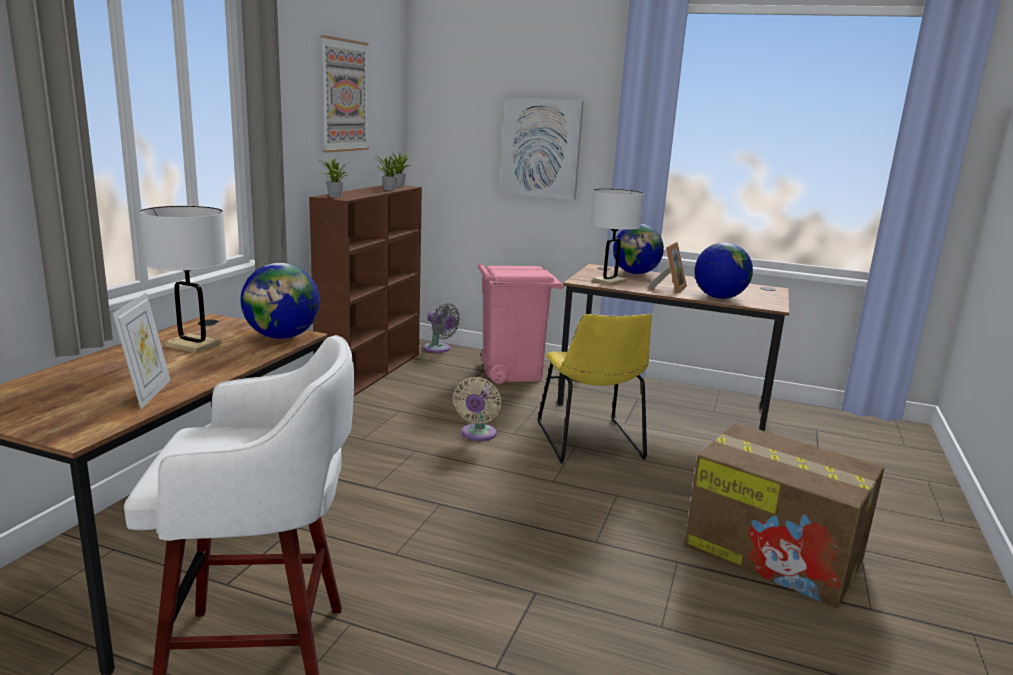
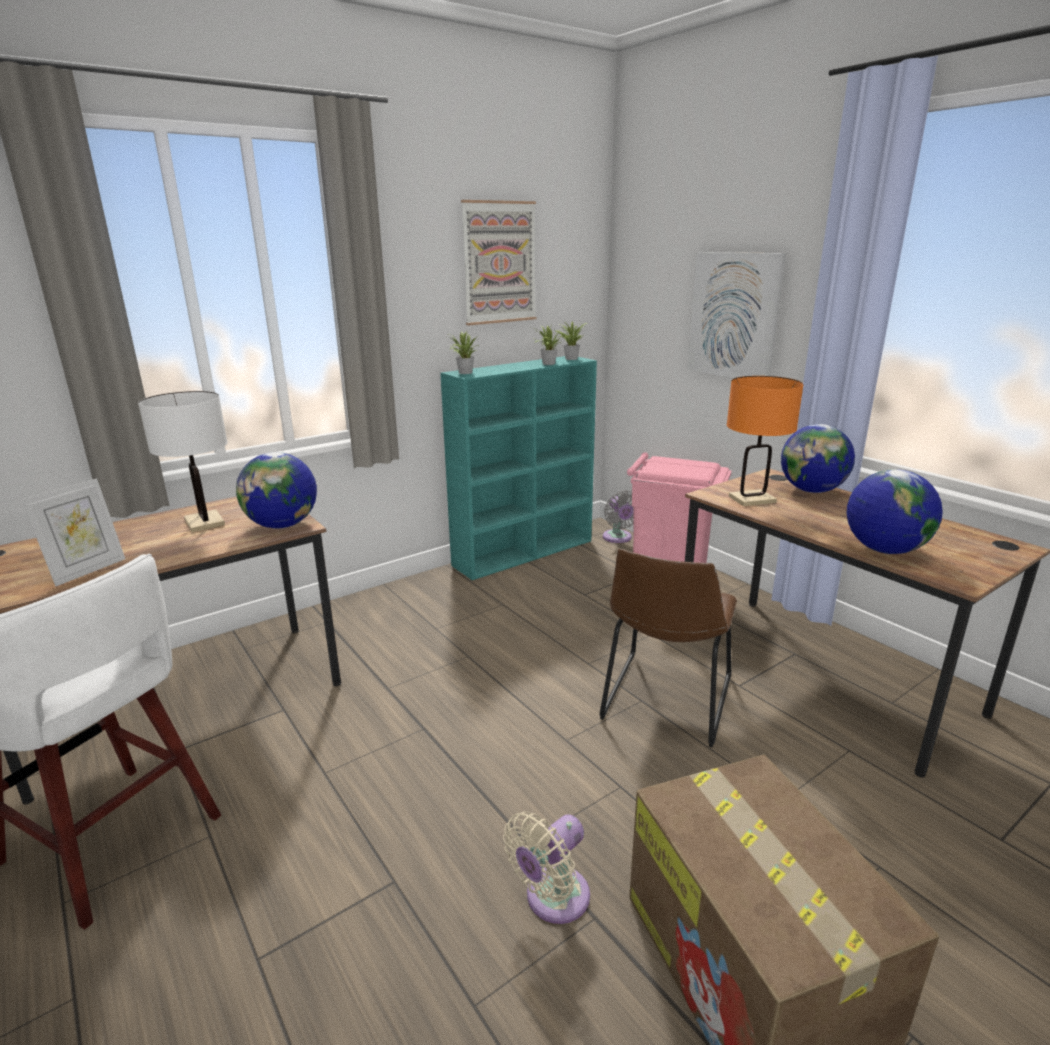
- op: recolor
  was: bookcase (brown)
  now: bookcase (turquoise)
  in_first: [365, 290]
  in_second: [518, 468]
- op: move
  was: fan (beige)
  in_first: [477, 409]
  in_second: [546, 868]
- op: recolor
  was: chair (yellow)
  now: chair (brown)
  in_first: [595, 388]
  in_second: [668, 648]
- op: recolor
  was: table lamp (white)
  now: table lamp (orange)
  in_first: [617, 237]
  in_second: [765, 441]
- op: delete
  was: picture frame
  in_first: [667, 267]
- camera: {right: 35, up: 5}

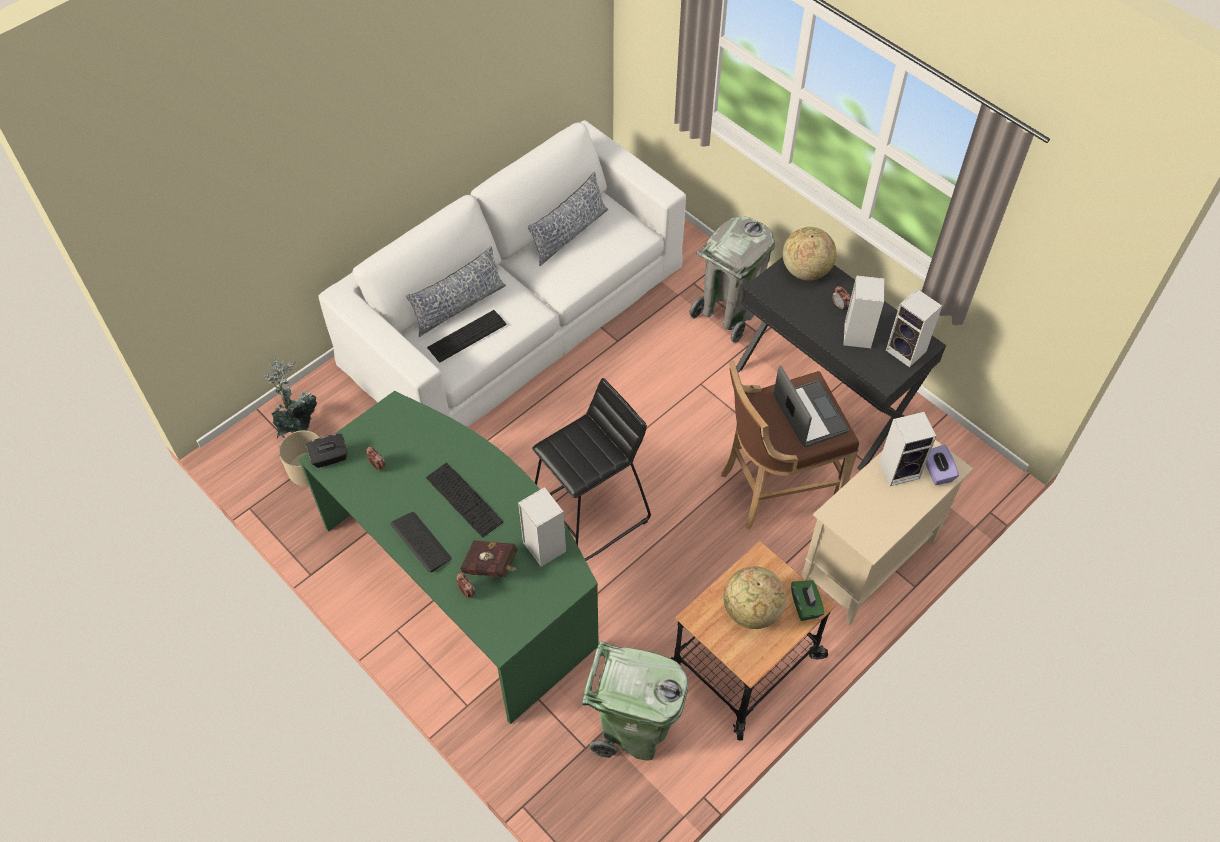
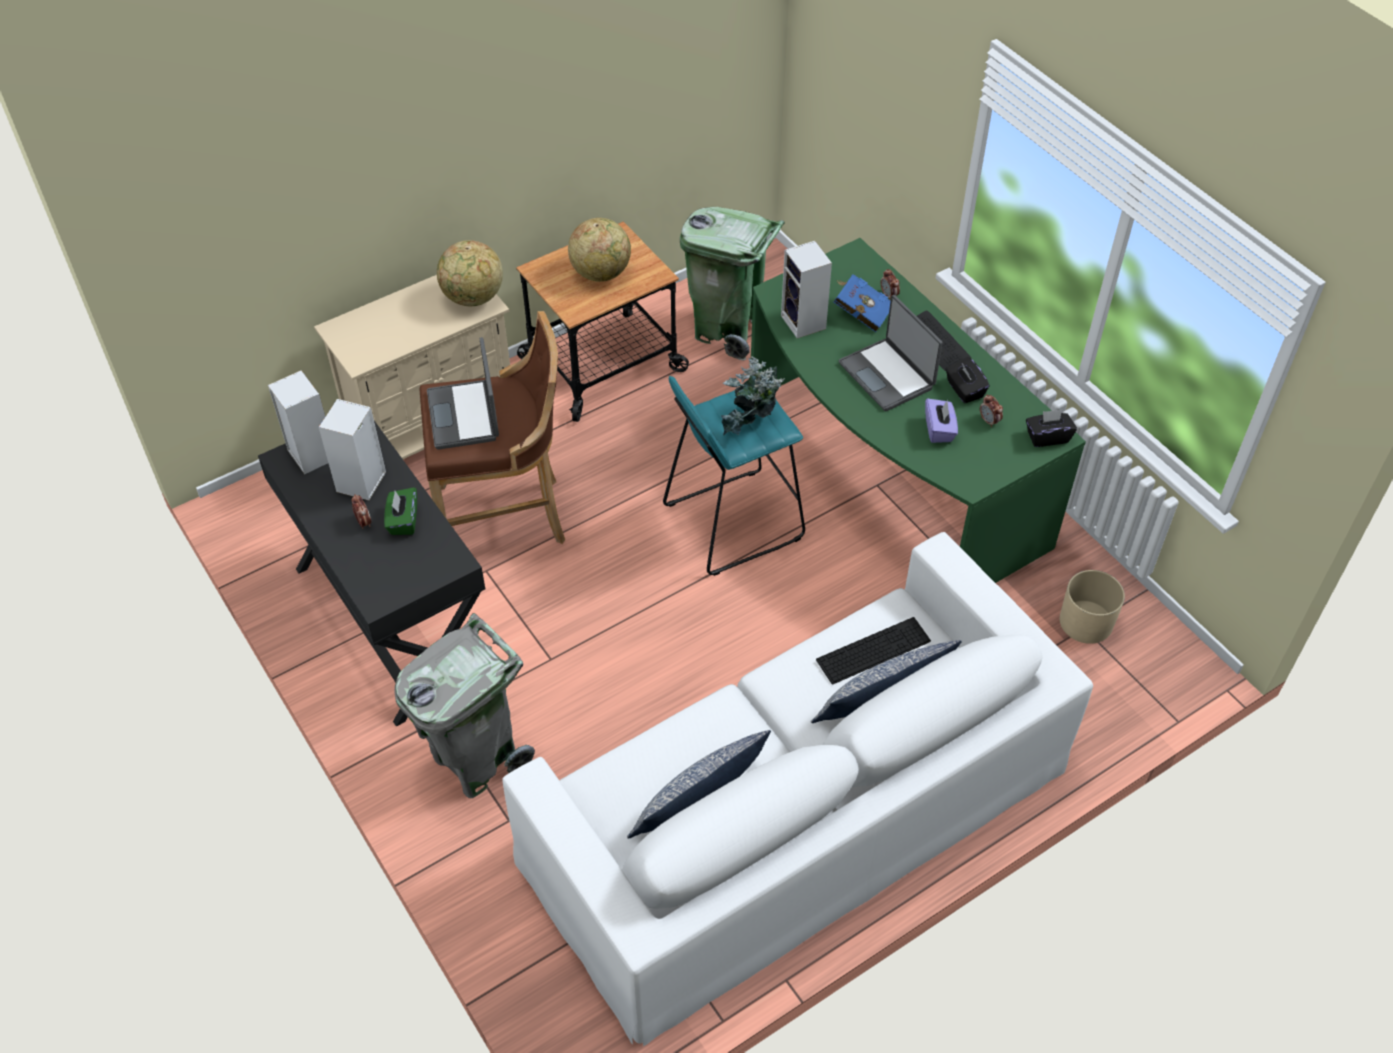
- op: move
  was: potted plant
  in_first: [289, 397]
  in_second: [753, 396]
- op: replace
  was: keyboard
  now: laptop
  in_first: [464, 500]
  in_second: [891, 353]
- op: recolor
  was: book (red)
  now: book (blue)
  in_first: [489, 558]
  in_second: [862, 303]
- op: recolor
  was: stool (black)
  now: stool (turquoise)
  in_first: [591, 469]
  in_second: [734, 476]
- op: move
  was: globe
  in_first: [809, 254]
  in_second: [470, 273]
- op: move
  was: tissue box (green)
  in_first: [807, 600]
  in_second: [400, 511]
- op: delete
  was: speaker
  in_first: [908, 449]
- op: move
  was: tissue box (purple)
  in_first: [942, 464]
  in_second: [941, 420]
- op: insert
  now: tissue box (black)
  in_second: [968, 380]
- camera: {right: -170, up: -5}

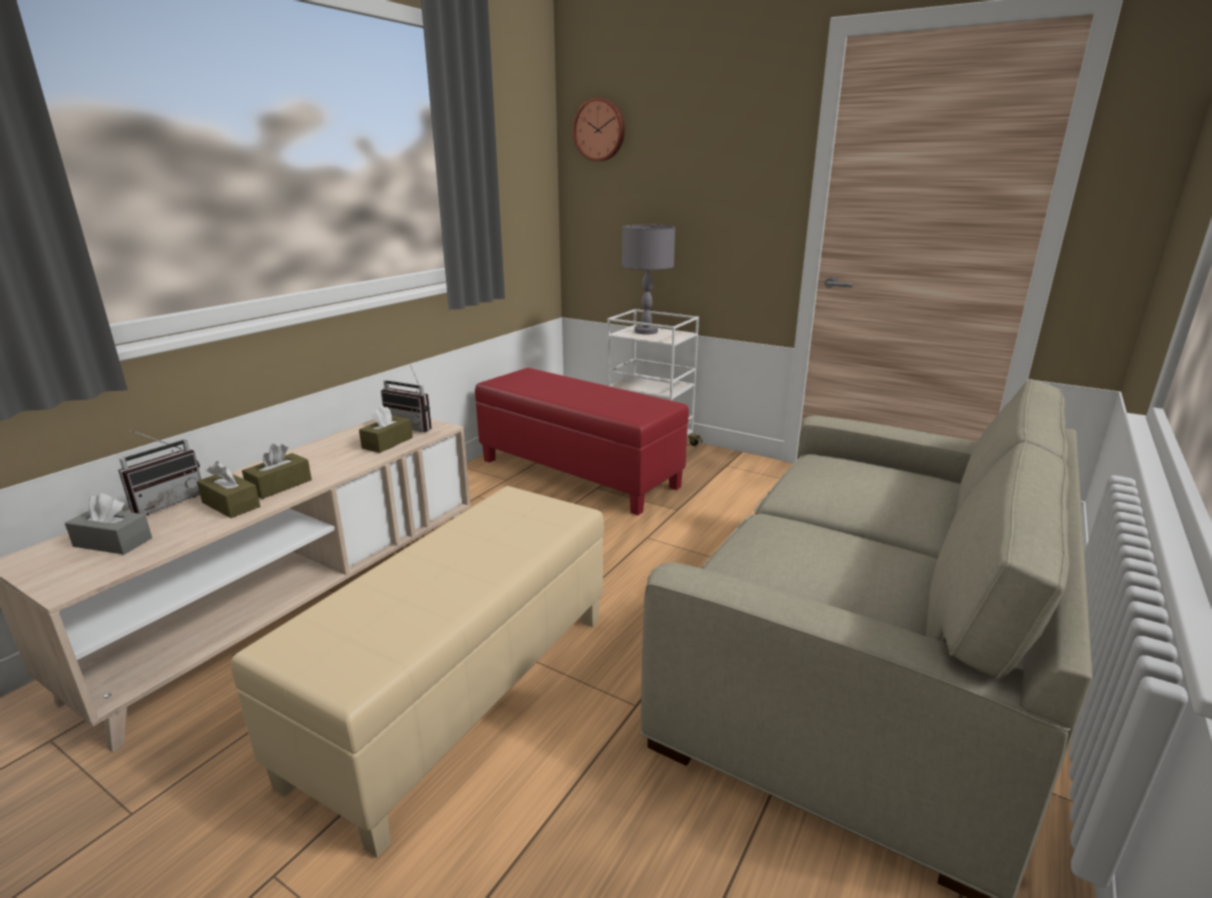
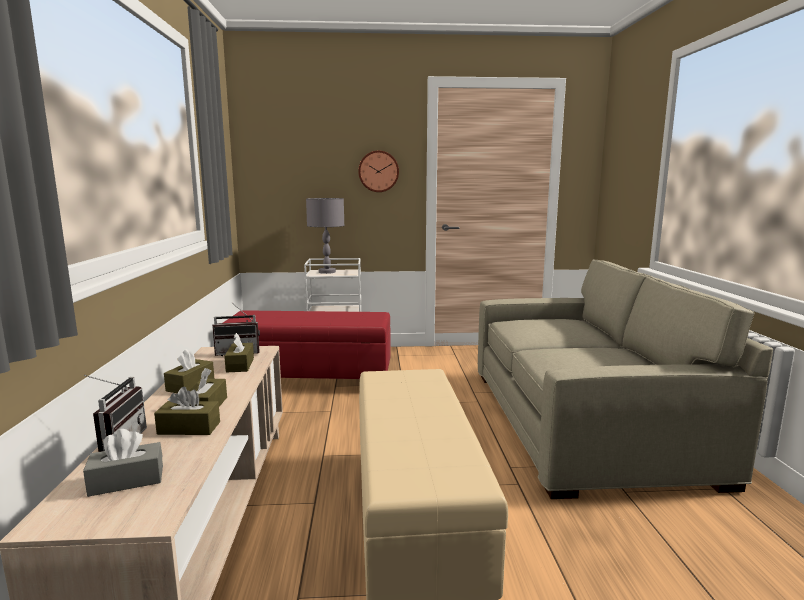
- op: move
  was: wall clock
  in_first: [599, 129]
  in_second: [378, 171]
- op: insert
  now: tissue box (brown)
  in_second: [189, 371]
- camera: {right: -35, up: -10}

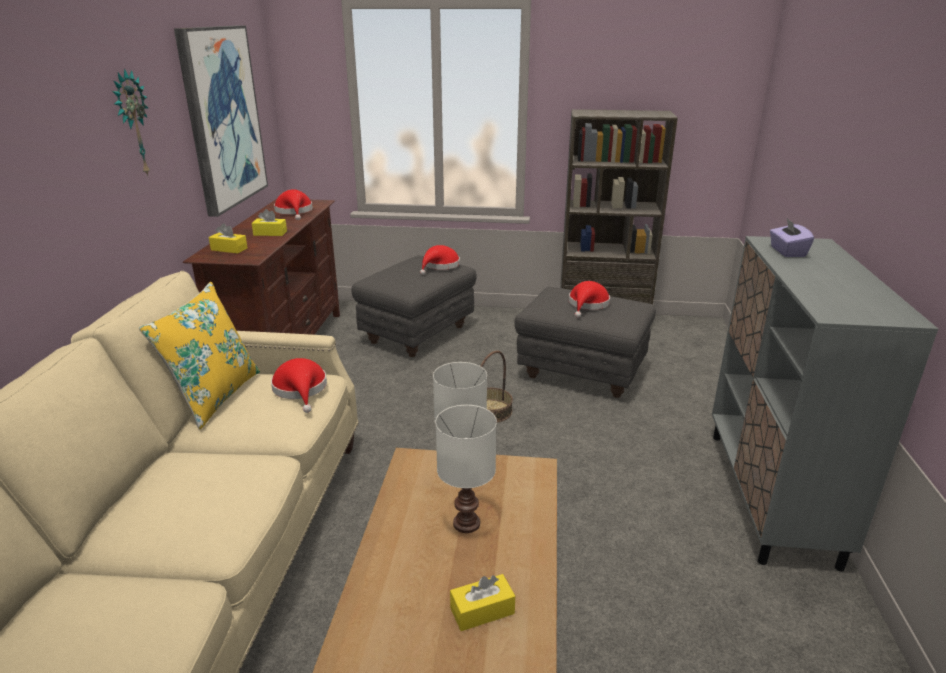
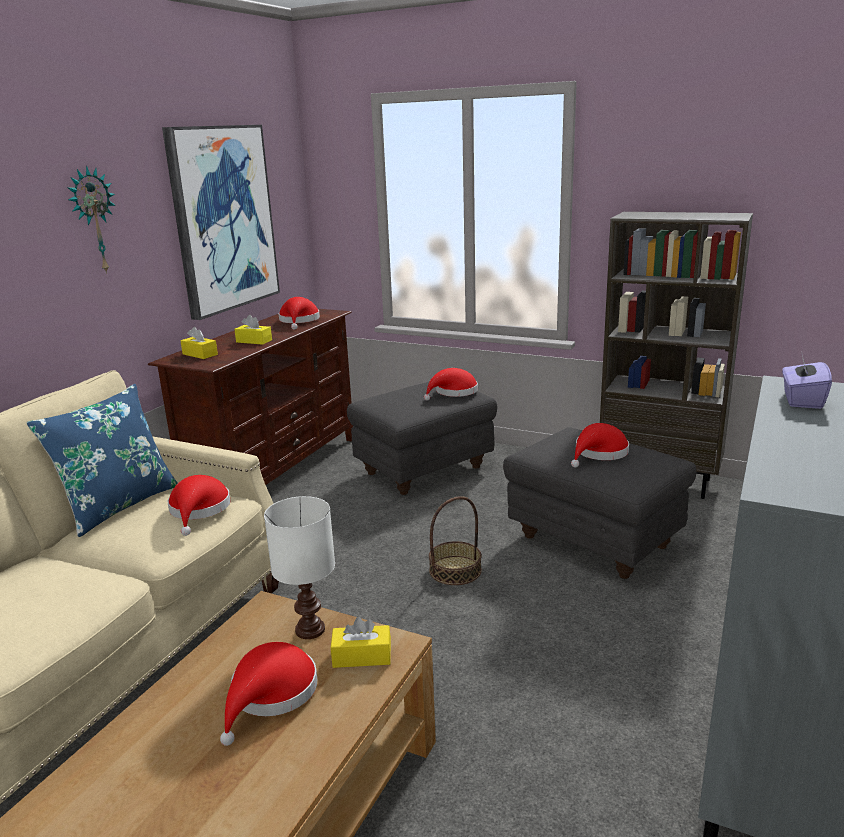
- op: recolor
  was: pillow (yellow)
  now: pillow (blue)
  in_first: [199, 355]
  in_second: [102, 460]
- op: replace
  was: table lamp (white)
  now: hat (red)
  in_first: [466, 469]
  in_second: [269, 694]
- op: move
  was: tissue box (yellow)
  in_first: [482, 602]
  in_second: [361, 642]
- camera: {right: 20, up: -5}

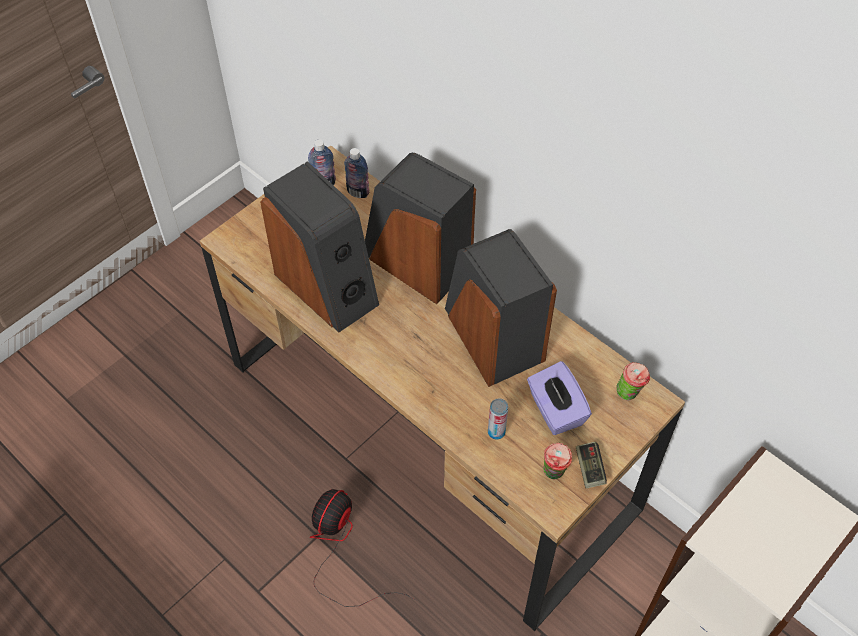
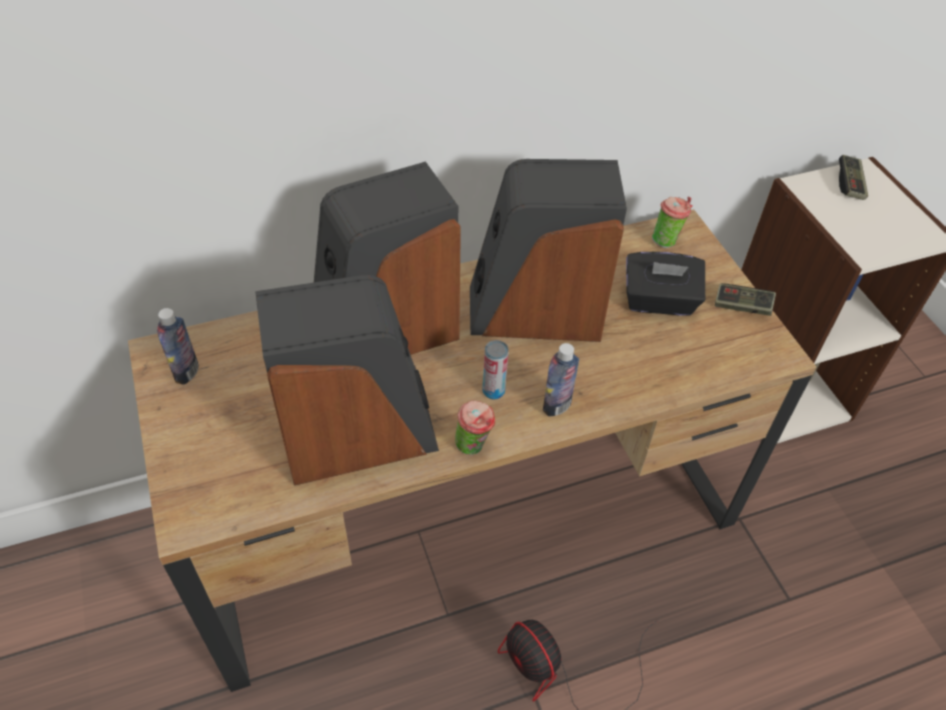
- op: move
  was: bottle
  in_first: [357, 173]
  in_second: [561, 380]
- op: move
  was: can
  in_first: [498, 418]
  in_second: [496, 369]
- op: recolor
  was: tissue box (purple)
  now: tissue box (black)
  in_first: [559, 398]
  in_second: [665, 284]
- op: move
  was: cup
  in_first: [557, 461]
  in_second: [475, 427]
- op: insert
  now: game controller
  in_second: [853, 177]
- camera: {right: -65, up: -5}

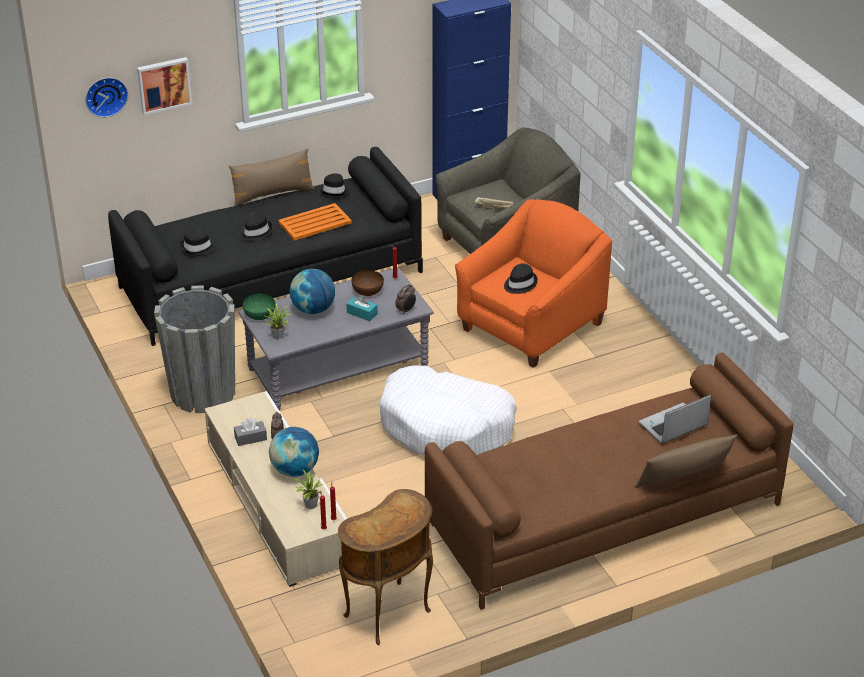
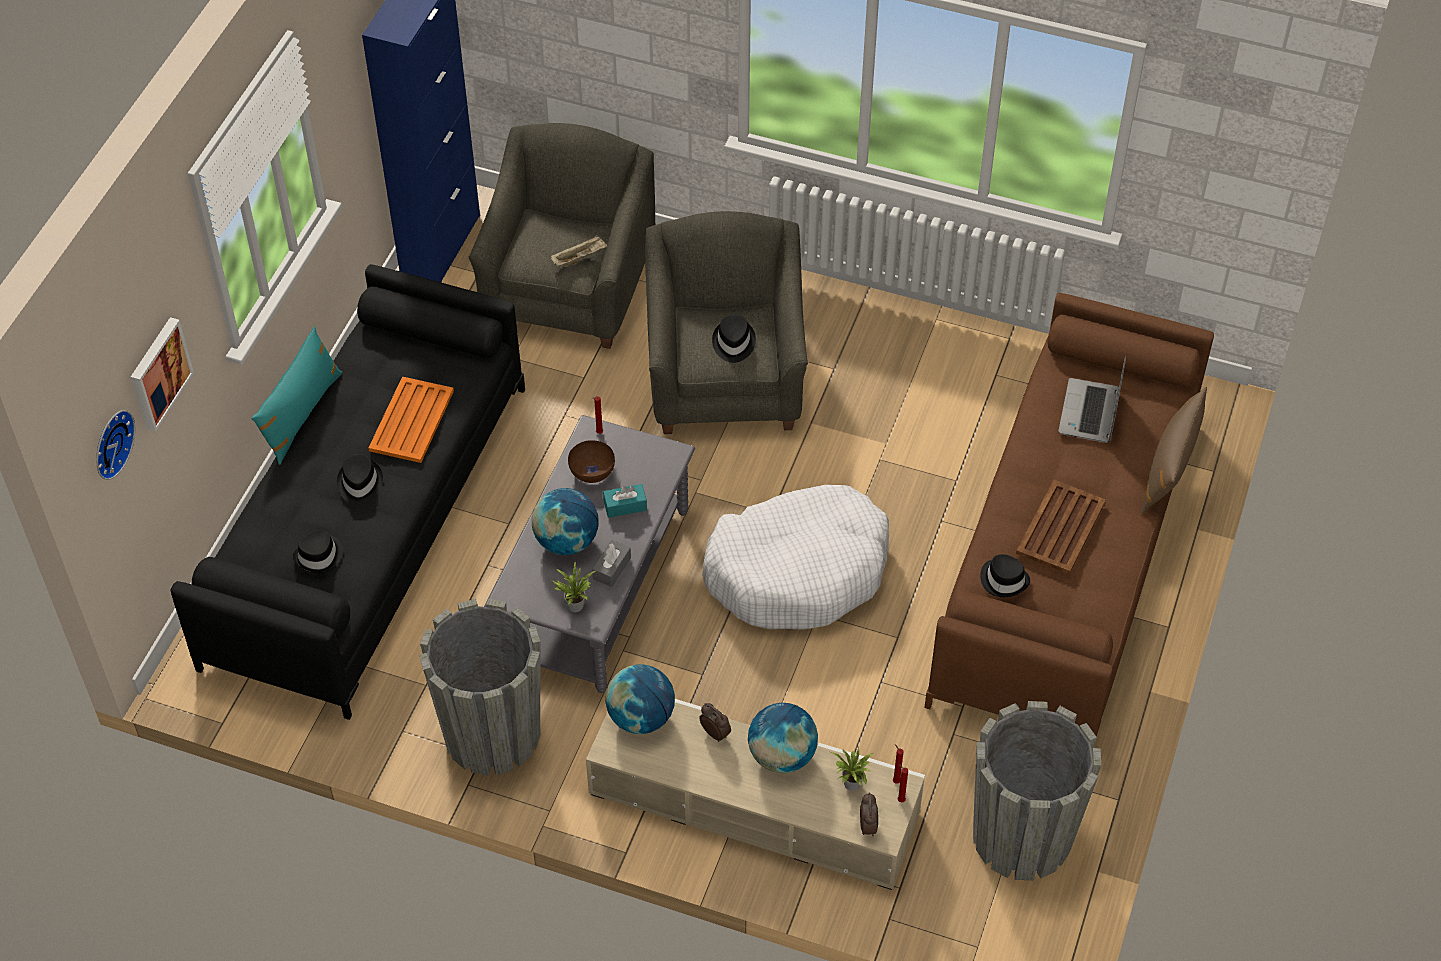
- op: recolor
  was: pillow (brown)
  now: pillow (turquoise)
  in_first: [272, 178]
  in_second: [296, 395]
- op: move
  was: tissue box (grey)
  in_first: [250, 432]
  in_second: [611, 563]
- op: delete
  was: bowl (green)
  in_first: [259, 307]
- op: move
  was: hat (black)
  in_first: [334, 184]
  in_second: [1005, 575]
- op: replace
  was: side table (brown)
  now: planter (grey)
  in_first: [385, 567]
  in_second: [1037, 790]
- op: move
  was: alarm clock
  in_first: [405, 299]
  in_second: [869, 814]
- op: recolor
  was: armchair (orange)
  now: armchair (grey)
  in_first: [533, 283]
  in_second: [726, 322]
- op: insert
  now: globe
  in_second: [640, 699]
- op: insert
  now: tray (brown)
  in_second: [1061, 527]
- camera: {right: -45, up: 15}

